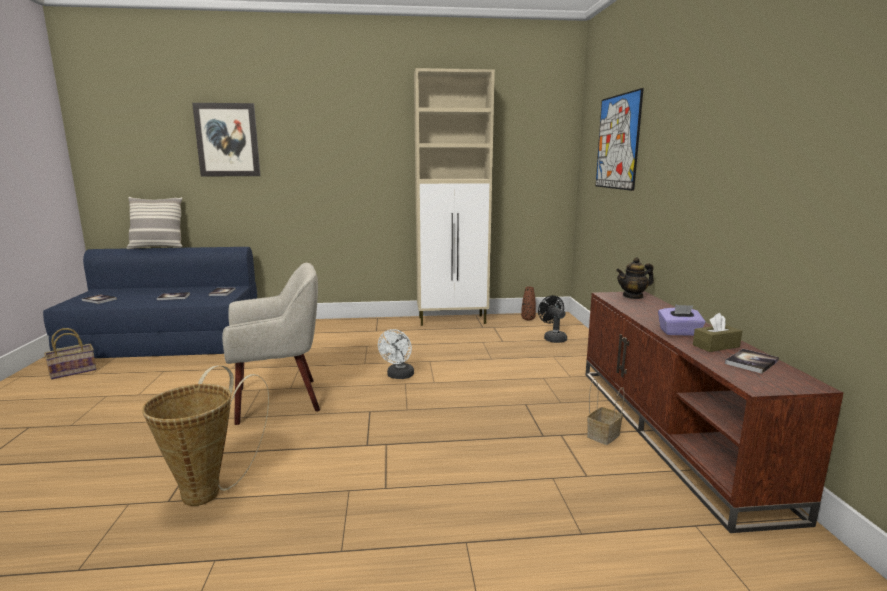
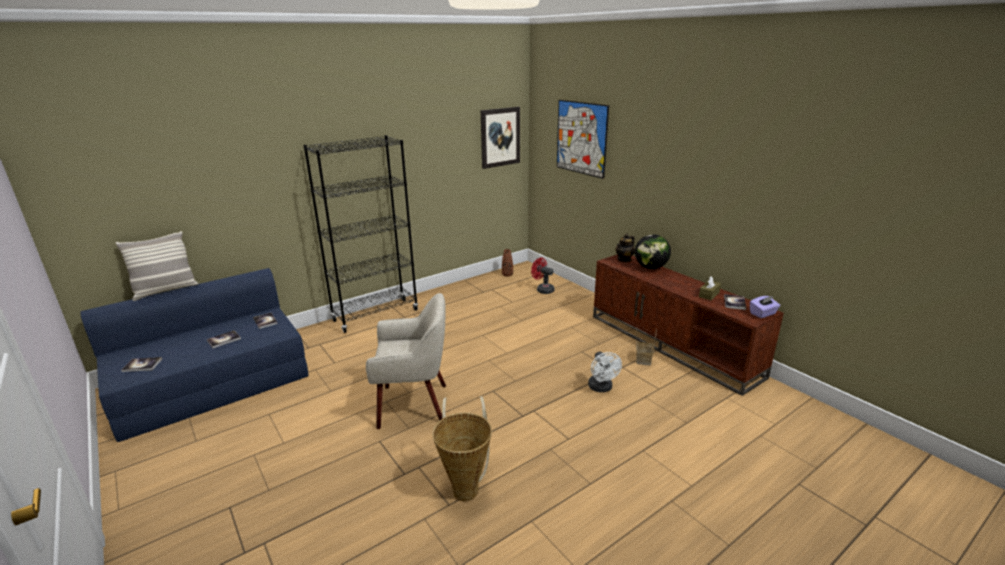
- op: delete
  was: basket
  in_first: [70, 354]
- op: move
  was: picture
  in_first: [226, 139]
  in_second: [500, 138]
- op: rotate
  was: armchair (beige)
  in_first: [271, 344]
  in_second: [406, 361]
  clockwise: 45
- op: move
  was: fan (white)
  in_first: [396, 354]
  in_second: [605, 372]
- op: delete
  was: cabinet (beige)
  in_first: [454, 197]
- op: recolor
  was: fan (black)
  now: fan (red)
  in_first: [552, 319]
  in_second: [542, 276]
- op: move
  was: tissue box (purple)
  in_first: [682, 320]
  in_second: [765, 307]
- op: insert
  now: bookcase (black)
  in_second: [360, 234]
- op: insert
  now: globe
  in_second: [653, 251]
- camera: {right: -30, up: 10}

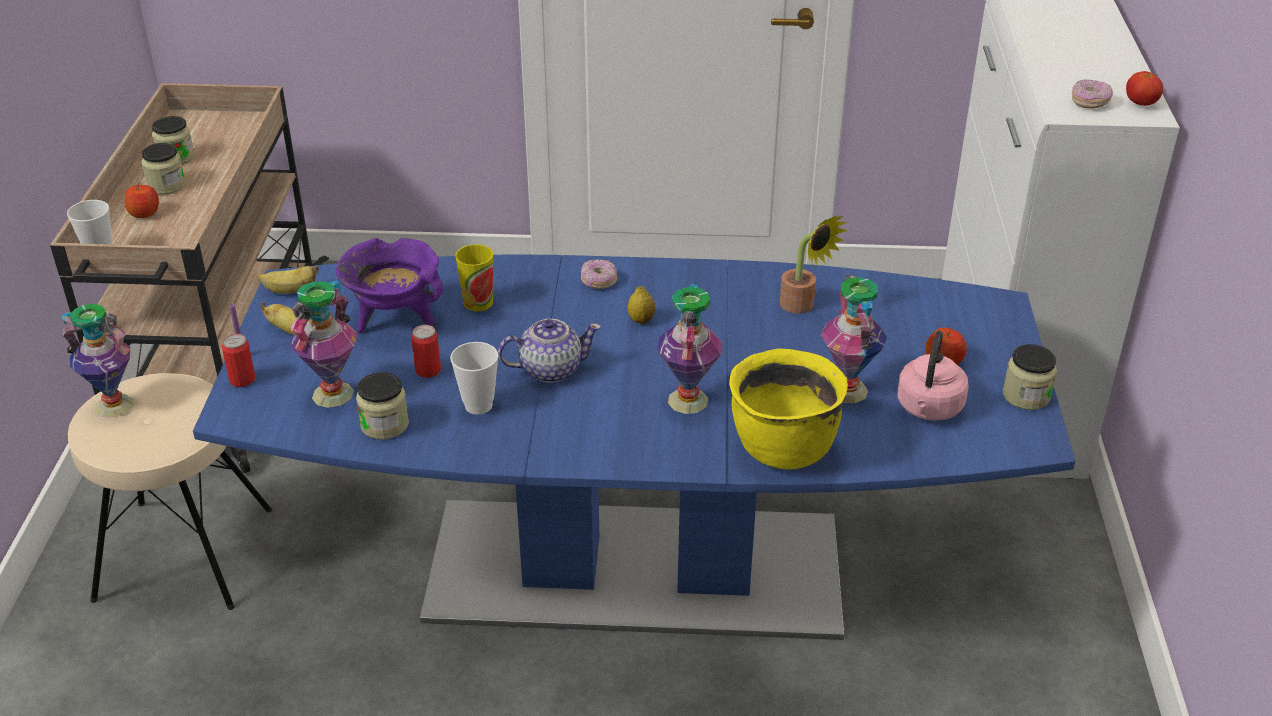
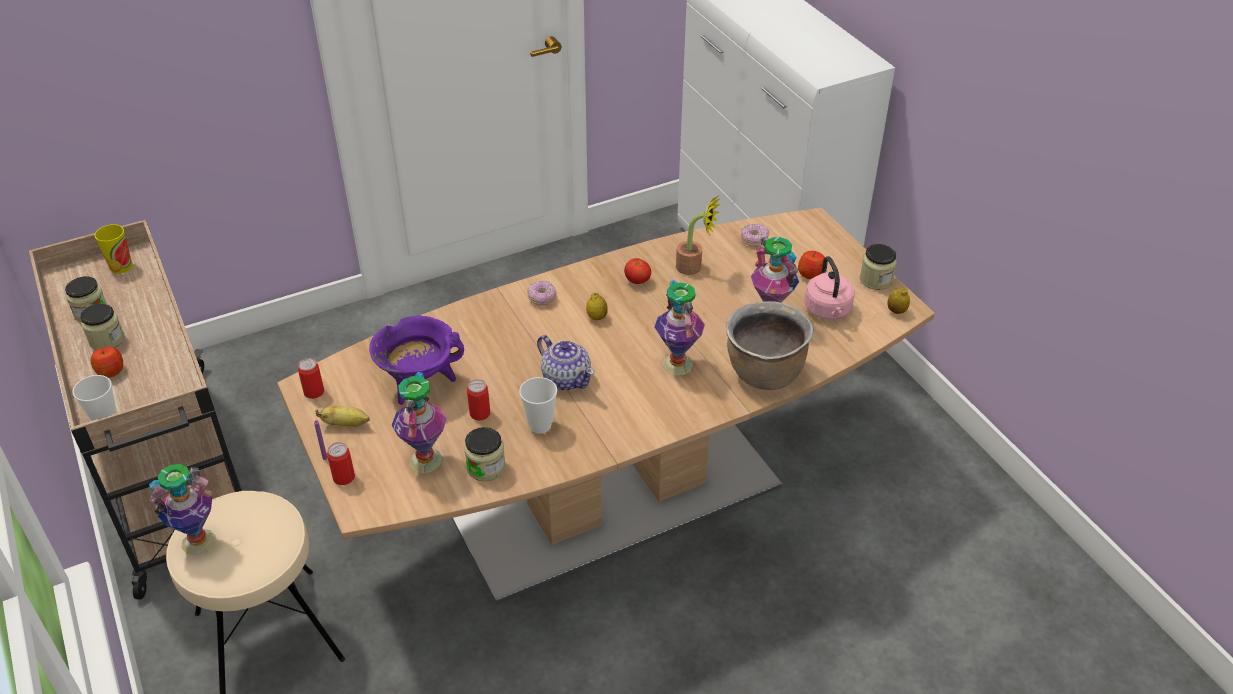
- op: recolor
  was: dining table (blue)
  now: dining table (brown)
  in_first: [634, 447]
  in_second: [606, 406]
- op: replace
  was: banana
  now: can
  in_first: [288, 279]
  in_second: [311, 378]
- op: move
  was: cup
  in_first: [474, 278]
  in_second: [114, 249]
- op: rotate
  was: teapot
  in_first: [549, 351]
  in_second: [566, 362]
  clockwise: 90
- op: recolor
  was: cooking pot (yellow)
  now: cooking pot (brown)
  in_first: [788, 409]
  in_second: [770, 345]
- op: move
  was: donut
  in_first: [1092, 94]
  in_second: [755, 235]
- op: move
  was: tomato
  in_first: [1144, 88]
  in_second: [637, 271]
- op: insert
  now: lemon
  in_second: [898, 301]
- camera: {right: -30, up: 5}

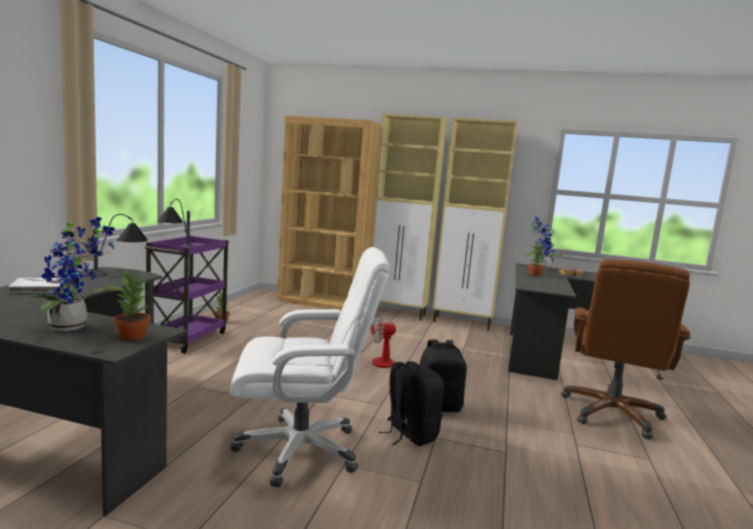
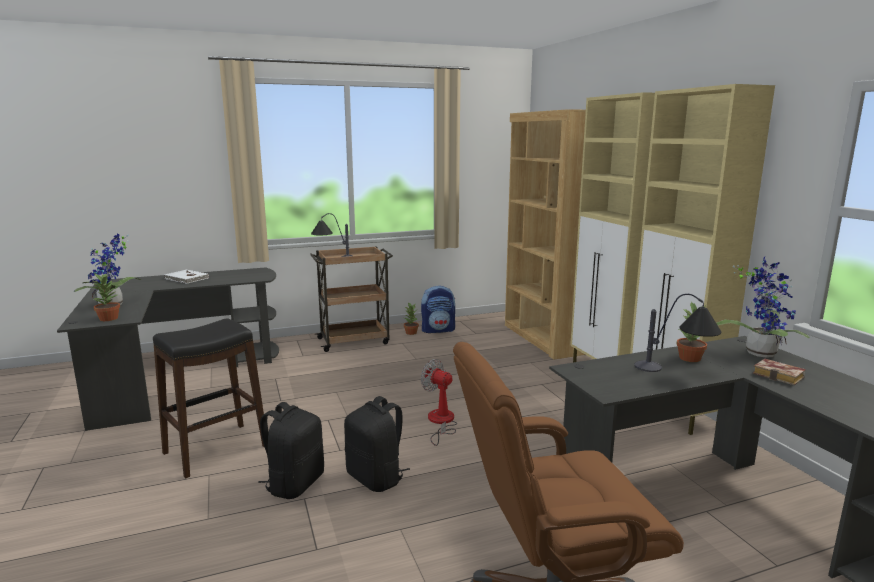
- op: move
  was: table lamp
  in_first: [117, 245]
  in_second: [677, 333]
- op: recolor
  was: cart (purple)
  now: cart (brown)
  in_first: [186, 294]
  in_second: [351, 299]
- op: replace
  was: office chair (white)
  now: stool (black)
  in_first: [310, 367]
  in_second: [209, 398]
- op: insert
  now: backpack
  in_second: [438, 309]
- camera: {right: 55, up: 5}

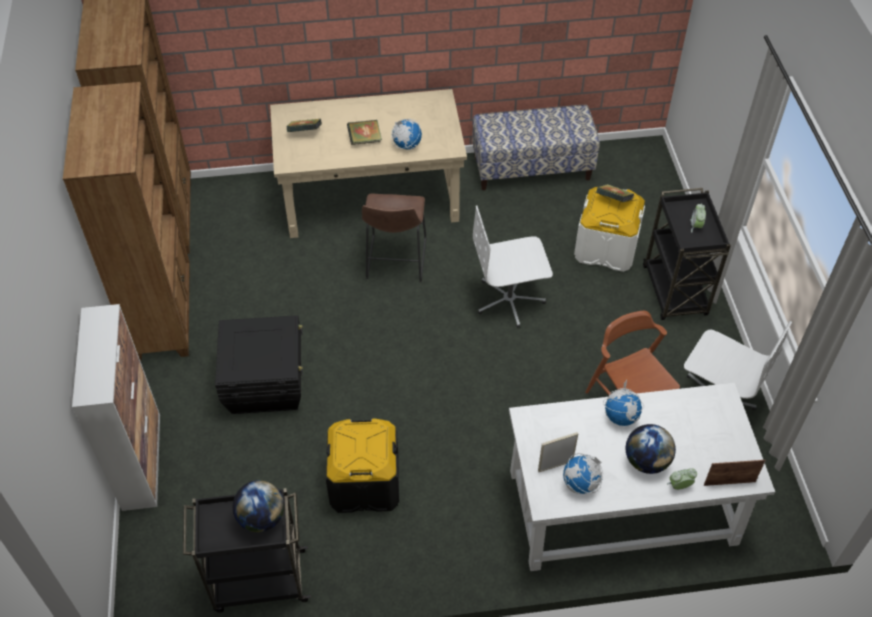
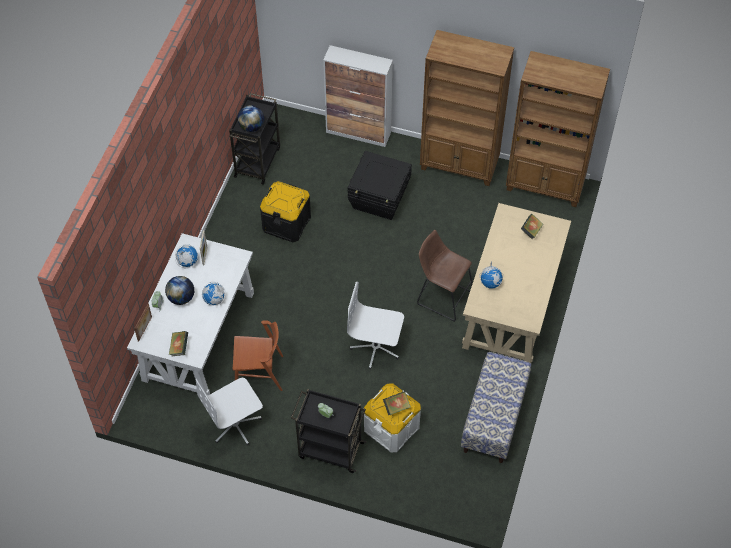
- op: move
  was: book
  in_first: [364, 132]
  in_second: [178, 343]
- op: rotate
  was: office chair (white)
  in_first: [513, 267]
  in_second: [375, 325]
  clockwise: -90
- camera: {right: 115, up: 5}

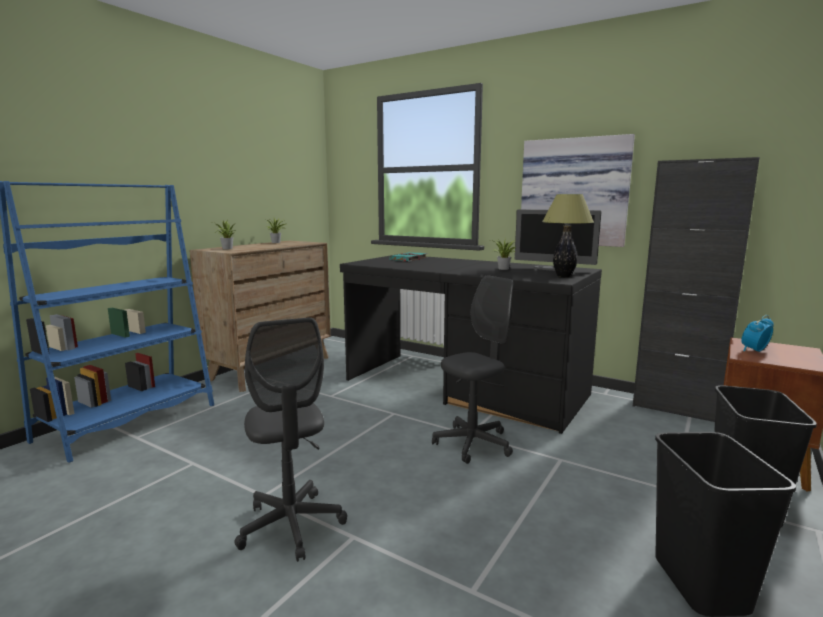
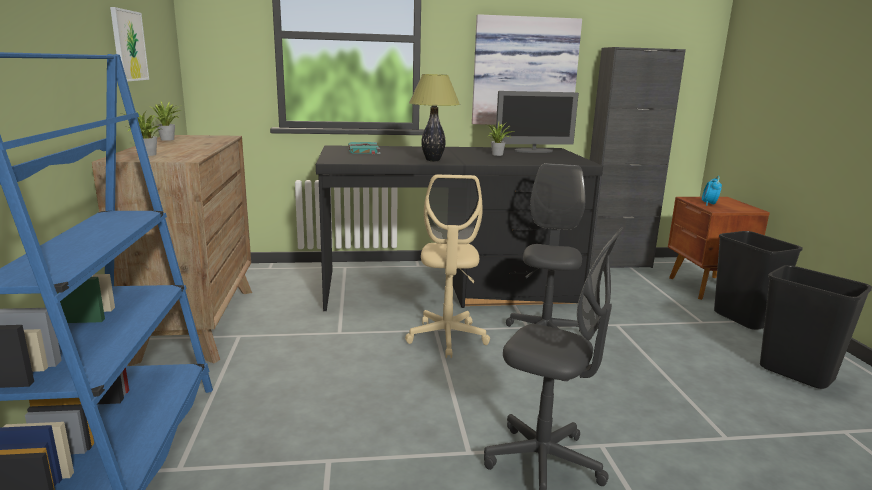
- op: move
  was: table lamp
  in_first: [568, 235]
  in_second: [434, 117]
- op: insert
  now: picture
  in_second: [129, 44]
- op: insert
  now: office chair (beige)
  in_second: [447, 266]
- camera: {right: -40, up: 5}

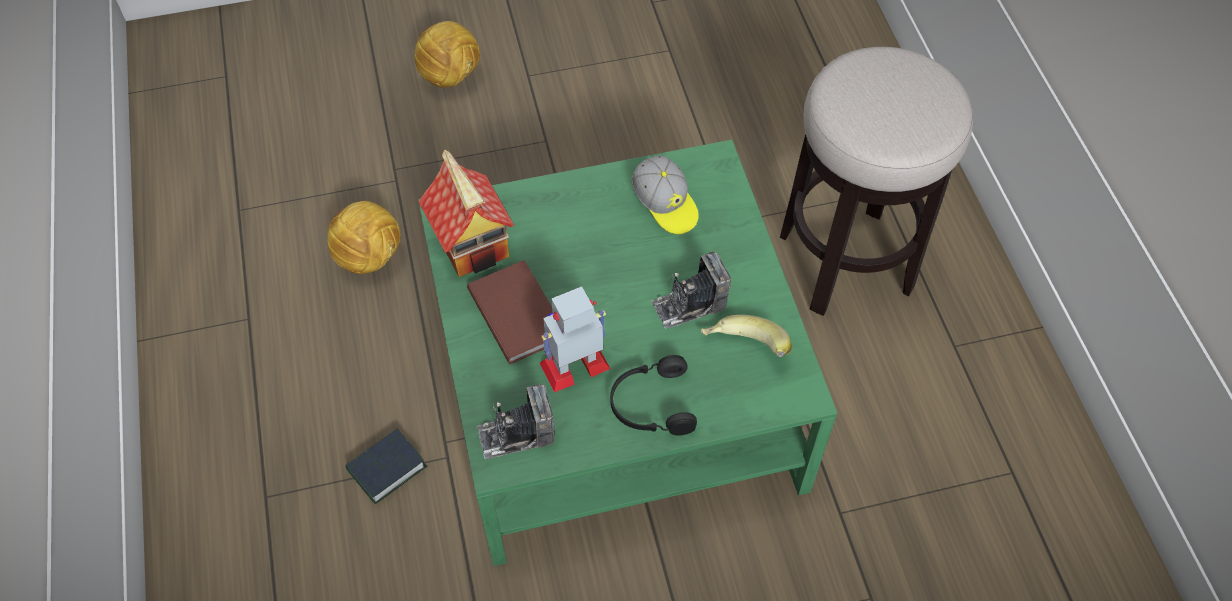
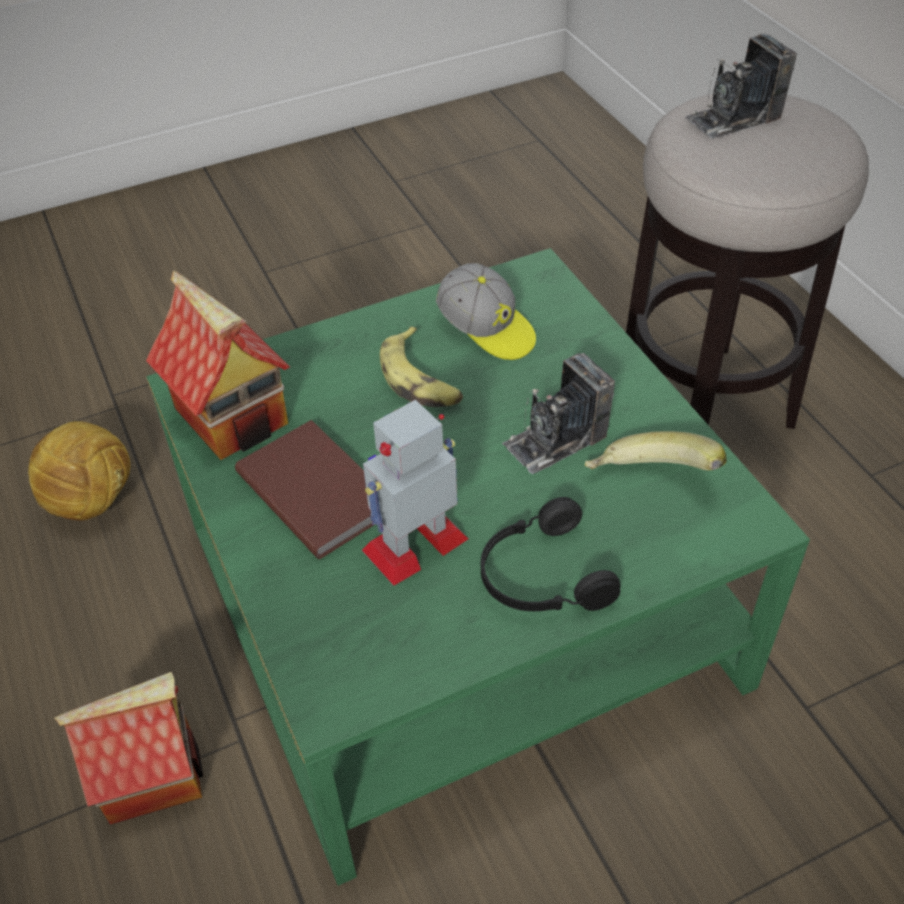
- op: replace
  was: book
  now: toy house
  in_first: [386, 466]
  in_second: [128, 748]
- op: delete
  was: football
  in_first: [447, 54]
- op: move
  was: photo camera
  in_first: [515, 421]
  in_second: [741, 85]
- op: insert
  now: banana
  in_second: [421, 367]
- camera: {right: -10, up: -10}

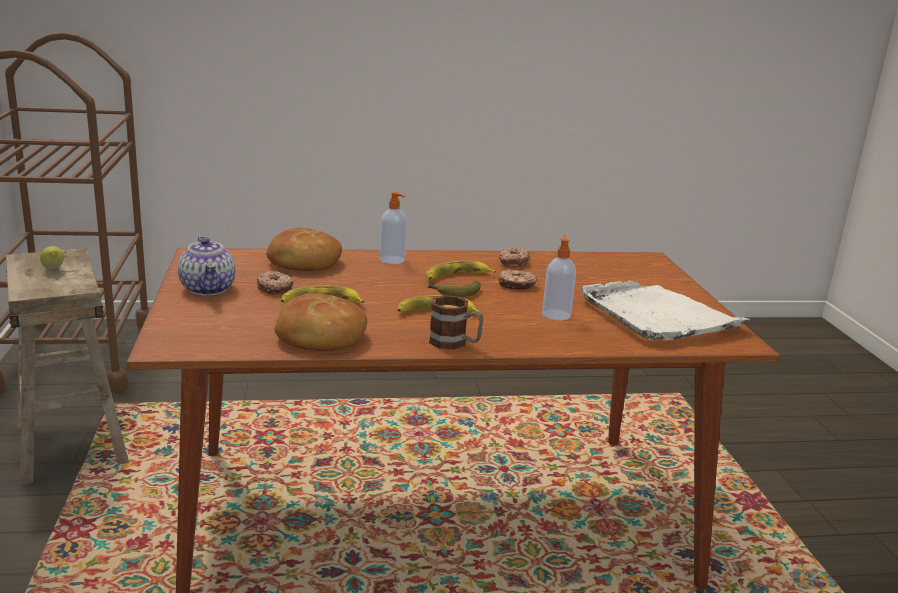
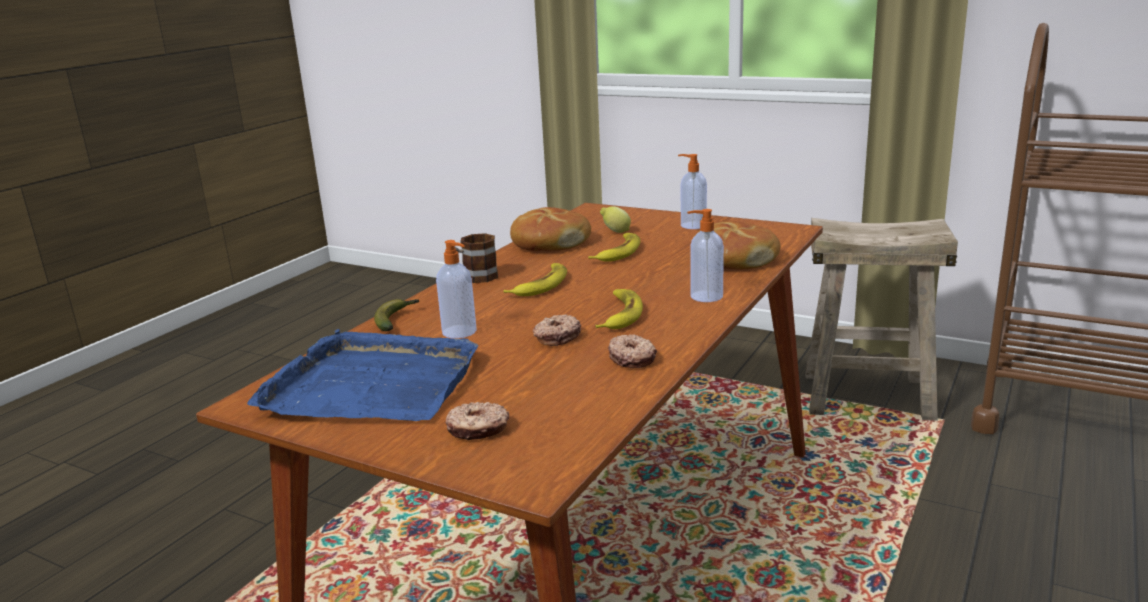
- op: move
  was: lemon
  in_first: [52, 257]
  in_second: [615, 219]
- op: replace
  was: teapot
  now: soap dispenser
  in_first: [206, 265]
  in_second: [692, 191]
- op: move
  was: donut
  in_first: [275, 283]
  in_second: [477, 421]
- op: move
  was: banana
  in_first: [454, 289]
  in_second: [396, 315]
- op: recolor
  was: tray (white)
  now: tray (blue)
  in_first: [666, 310]
  in_second: [363, 375]
- camera: {right: 130, up: 0}

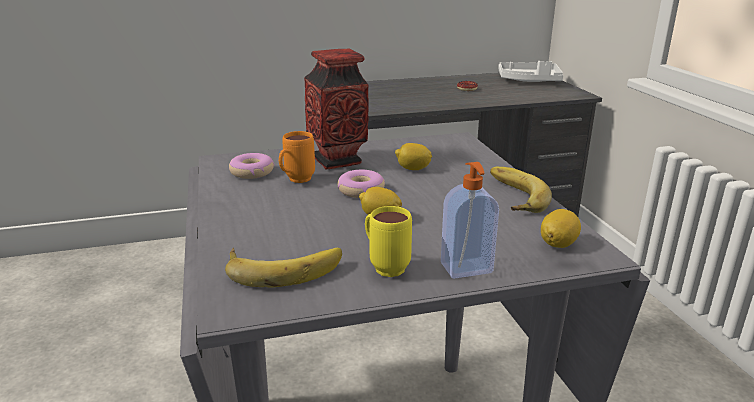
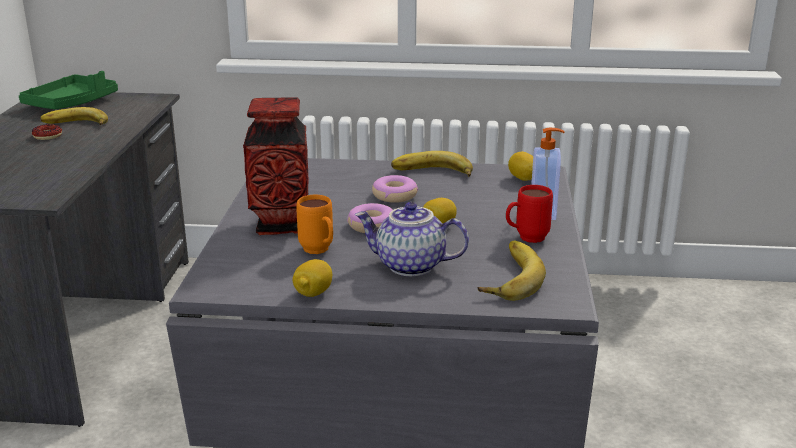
- op: move
  was: donut
  in_first: [251, 166]
  in_second: [395, 189]
- op: recolor
  was: mug (yellow)
  now: mug (red)
  in_first: [388, 241]
  in_second: [529, 214]
- op: move
  was: lemon
  in_first: [413, 156]
  in_second: [312, 278]
- op: recolor
  was: tray (white)
  now: tray (green)
  in_first: [531, 71]
  in_second: [68, 90]
- op: insert
  now: banana
  in_second: [74, 116]
- op: insert
  now: teapot
  in_second: [411, 239]
- camera: {right: -70, up: 0}

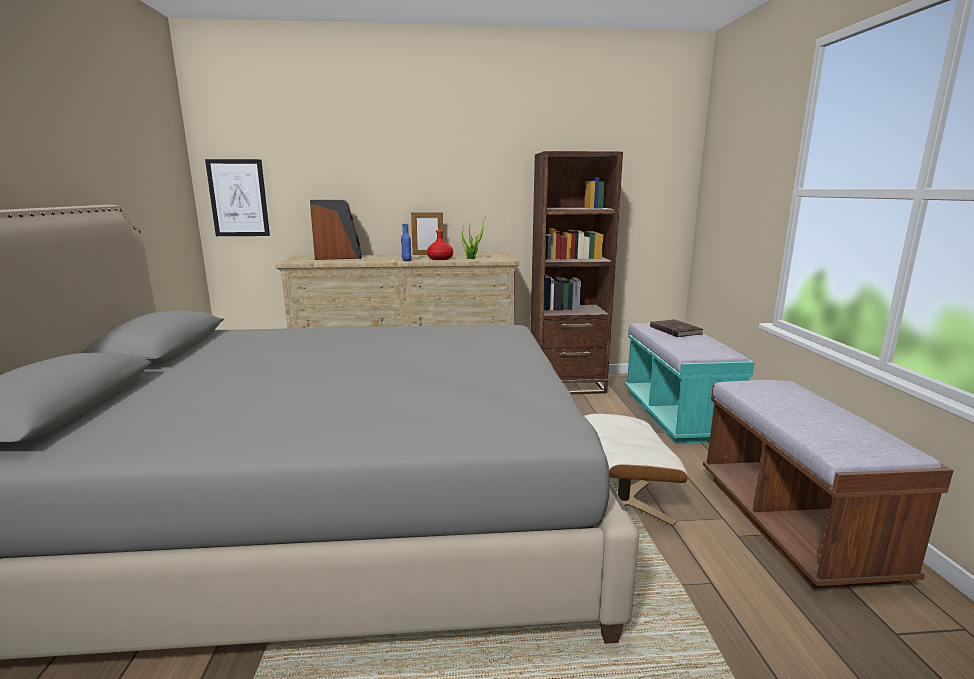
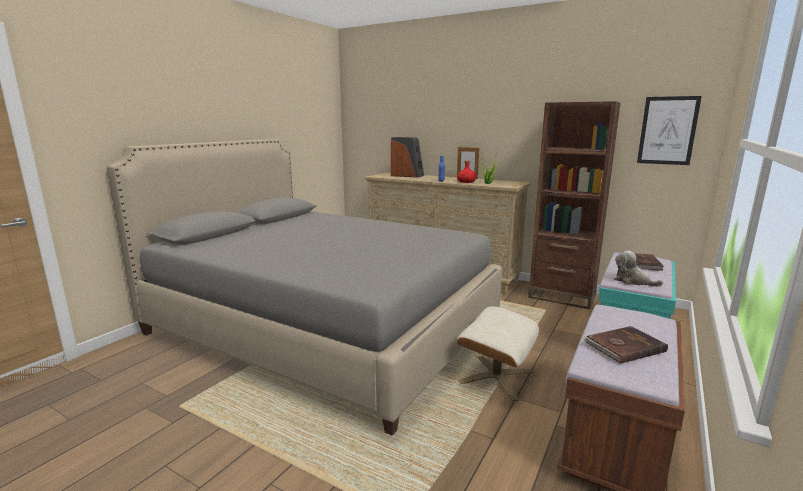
- op: move
  was: picture
  in_first: [237, 197]
  in_second: [669, 130]
- op: insert
  now: book (brown)
  in_second: [626, 345]
- op: insert
  now: plush toy
  in_second: [638, 268]
- camera: {right: 35, up: 0}

